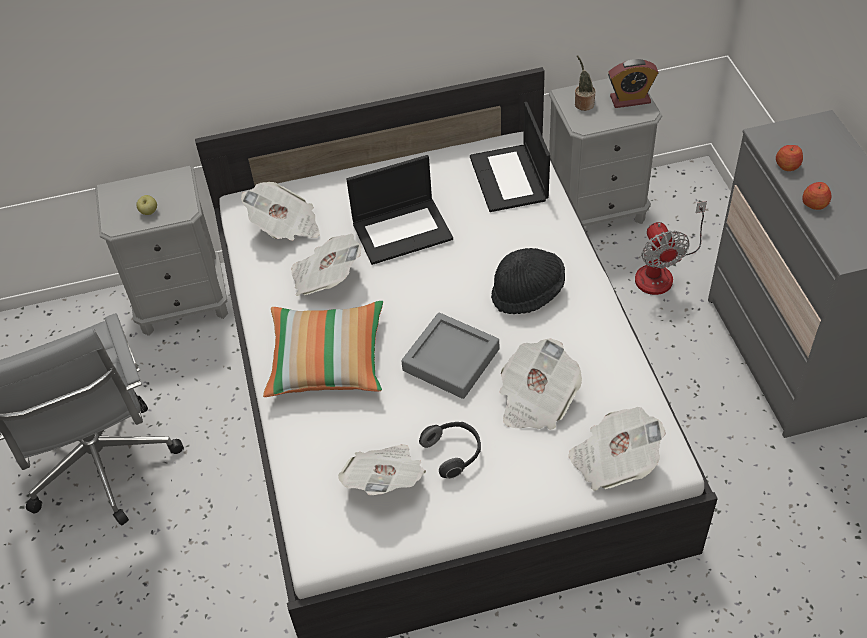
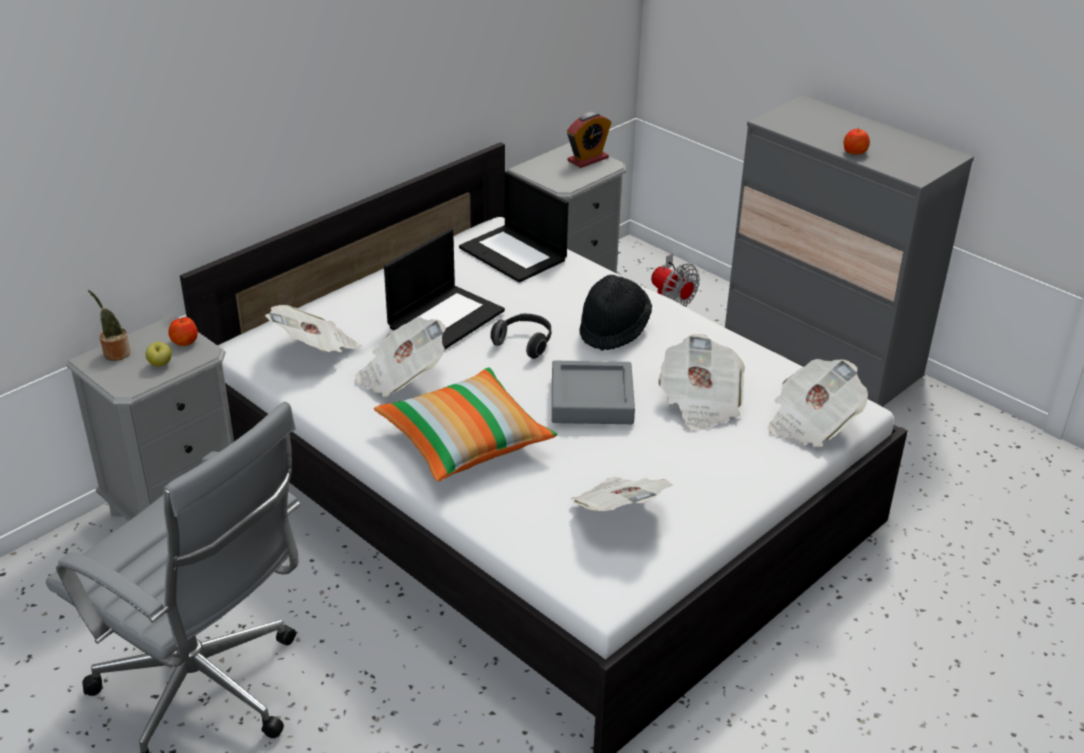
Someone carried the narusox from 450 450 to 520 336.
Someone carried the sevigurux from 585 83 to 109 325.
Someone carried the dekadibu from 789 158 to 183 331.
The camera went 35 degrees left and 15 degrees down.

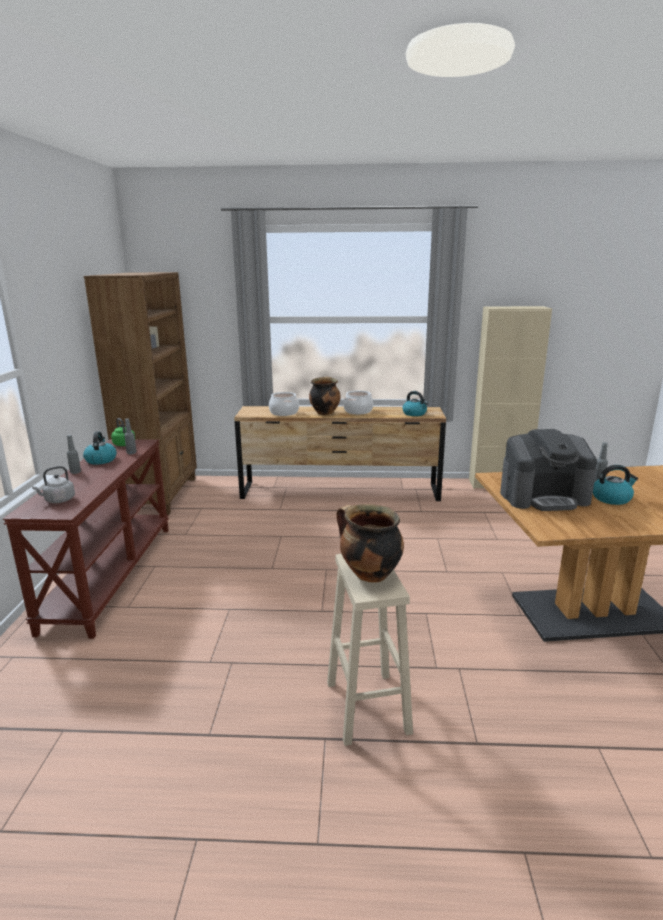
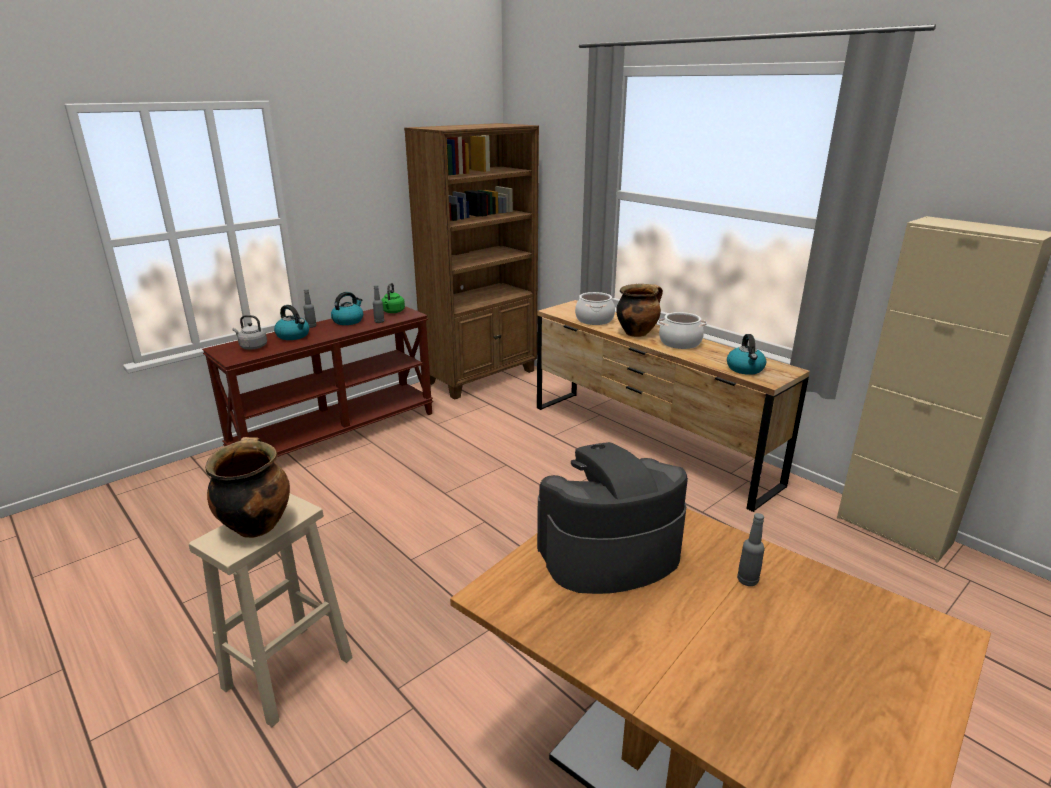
Someone rotated the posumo at 548 470 by 120 degrees clockwise.
Someone carried the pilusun from 615 485 to 291 322.
The camera went 45 degrees right and 5 degrees up.

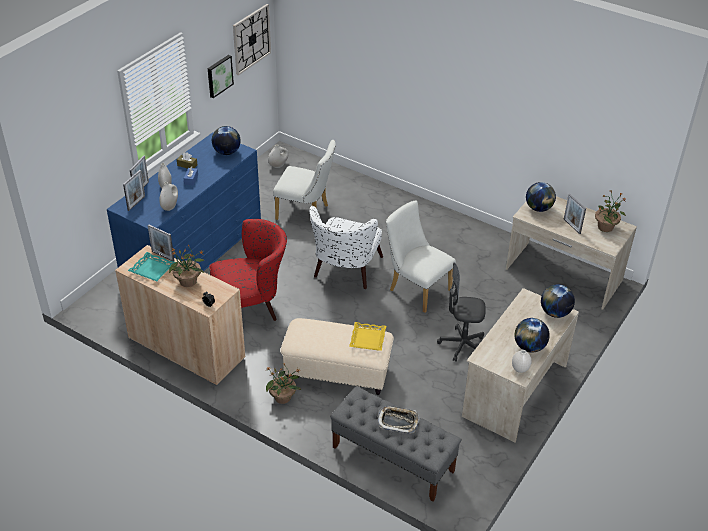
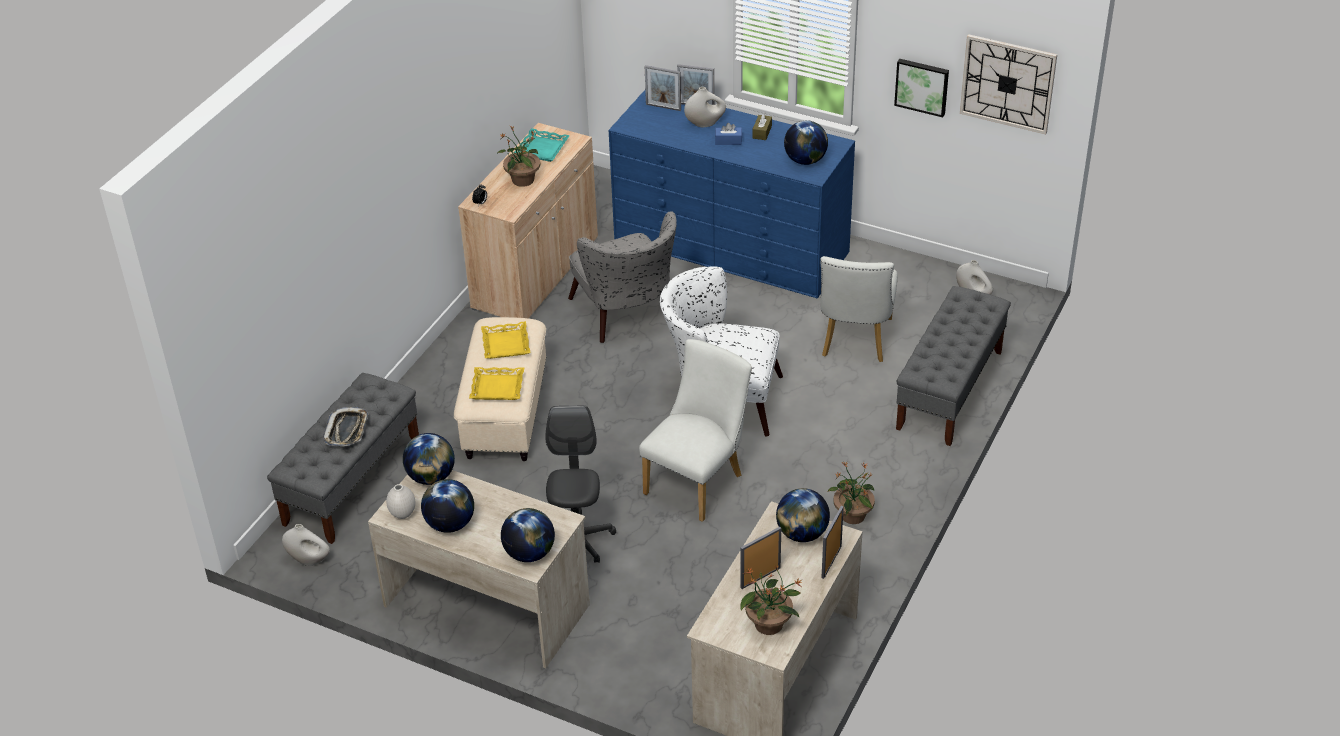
Someone carried the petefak from 161 242 to 832 542.
Someone carried the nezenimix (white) from 168 196 to 306 545.
Someone repainted the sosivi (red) at 248 270, which became the sosivi (grey) at 622 277.
Someone carried the sevigurux from 283 383 to 851 492.
Someone put down the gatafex at 429 459.
Someone put down the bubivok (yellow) at 506 340.
Someone put down the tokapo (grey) at 953 366.
The camera went 85 degrees right and 0 degrees up.

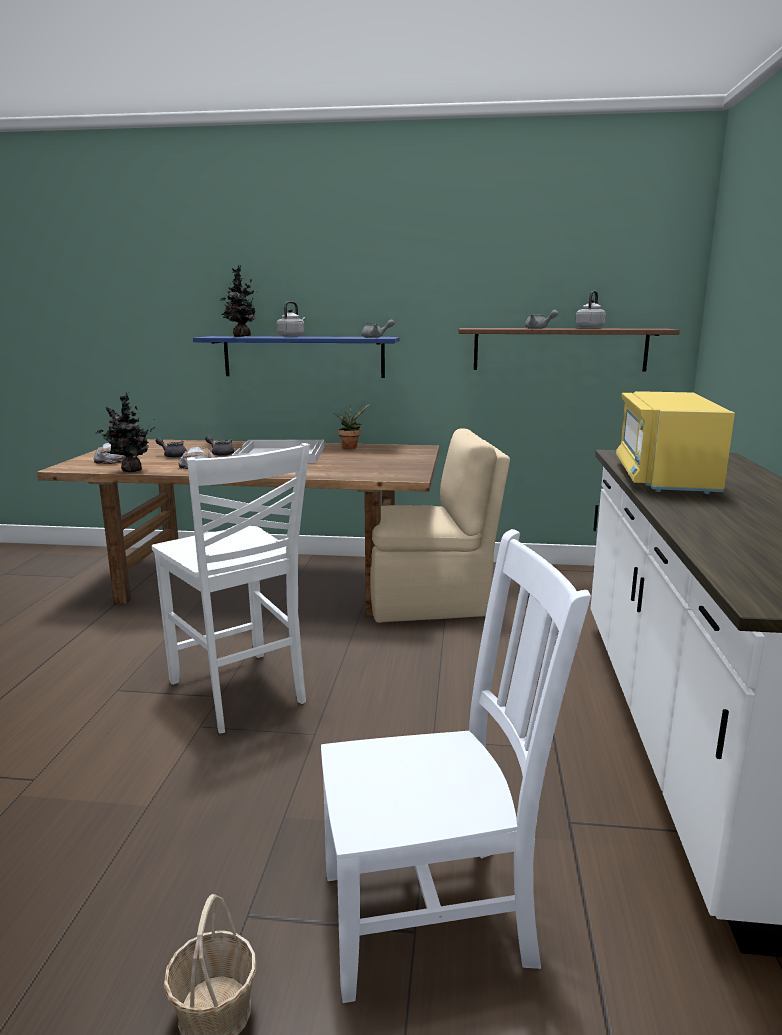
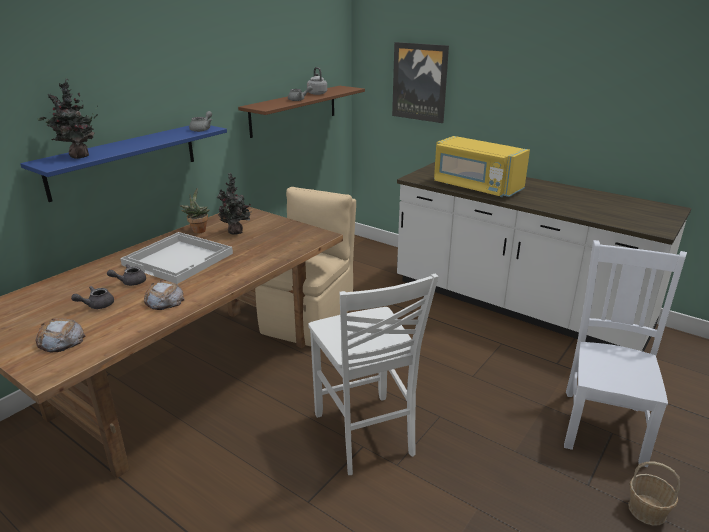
Someone carried the sevigurux from 125 431 to 234 204.
Someone rotated the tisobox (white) at 231 588 by 75 degrees clockwise.
Someone took away the pilusun (grey) at 291 319.
Someone put up the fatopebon at 420 82.
The camera went 60 degrees left and 10 degrees up.

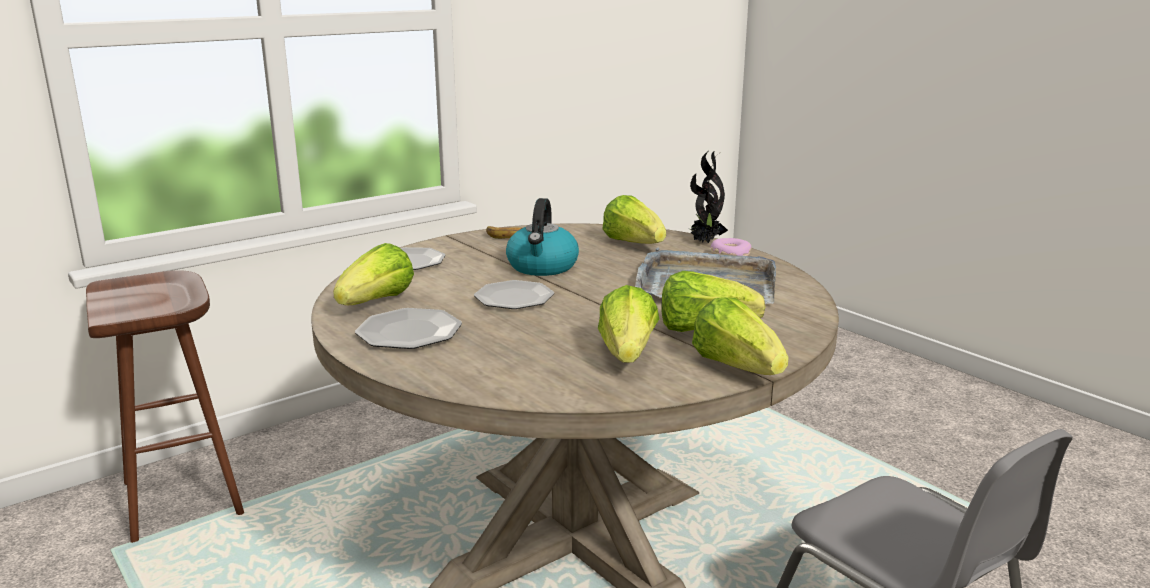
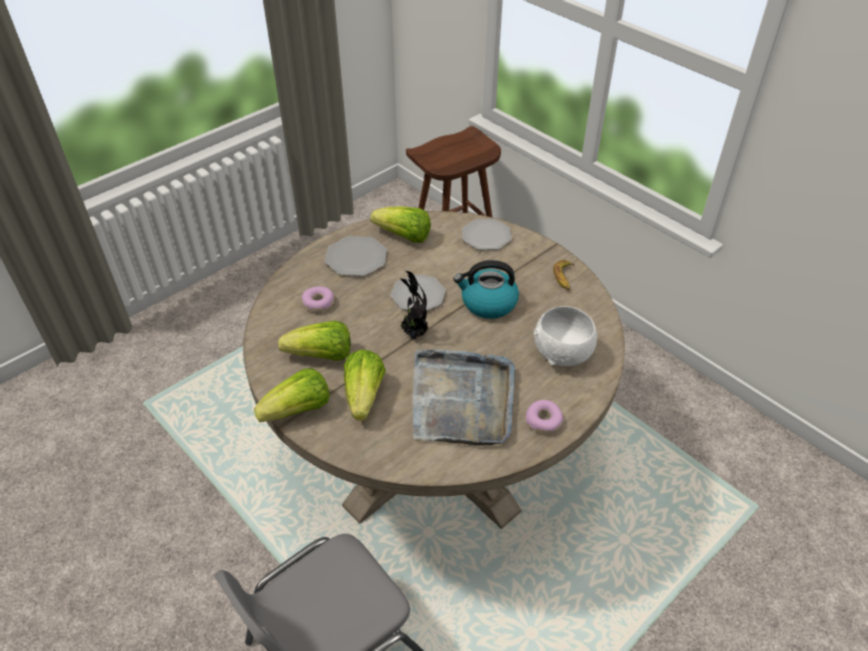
Someone swapped the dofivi at 634 219 for the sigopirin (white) at 565 336.
Someone carried the sevigurux from 709 196 to 413 305.
Someone put down the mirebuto at 318 299.
The camera went 85 degrees right and 25 degrees up.

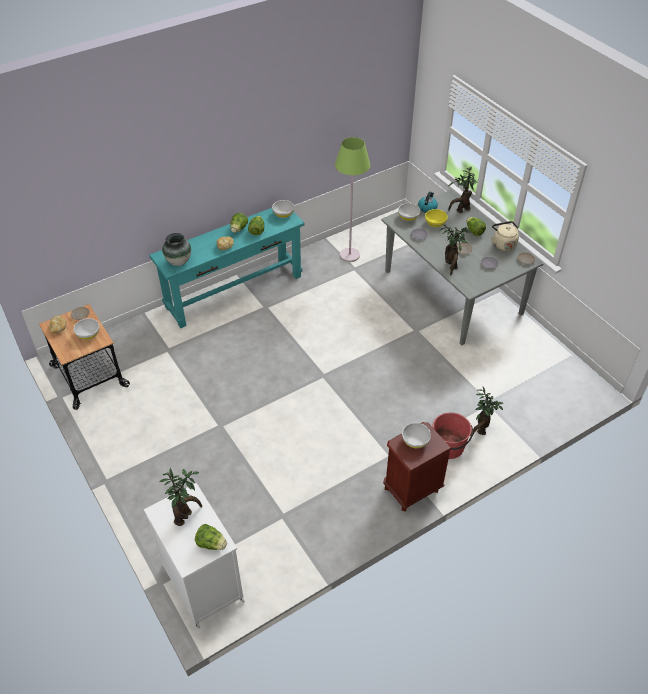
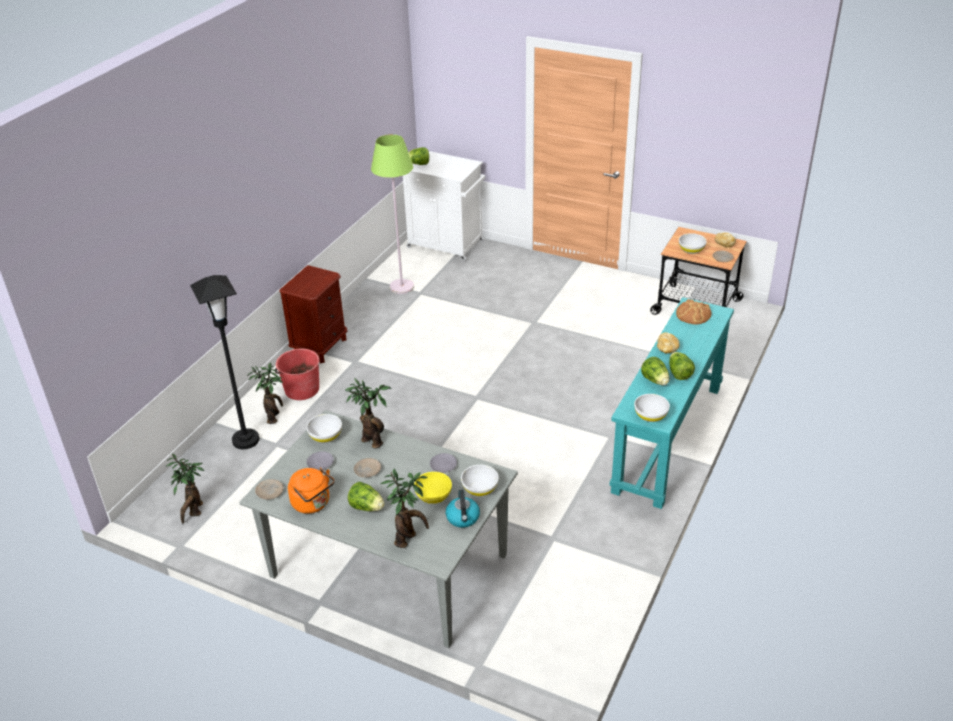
Someone carried the sevigurux from 180 497 to 185 488.
Someone swapped the nezenimix at 176 249 for the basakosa at 694 312.
Someone carried the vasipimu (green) from 352 199 to 392 214.
Someone carried the sigopirin (white) from 416 435 to 324 428.
Someone repainted the pilusun (beige) at 505 236, which became the pilusun (orange) at 311 491.
Someone put down the vasipimu (black) at 224 362.
The camera went 150 degrees right and 10 degrees down.

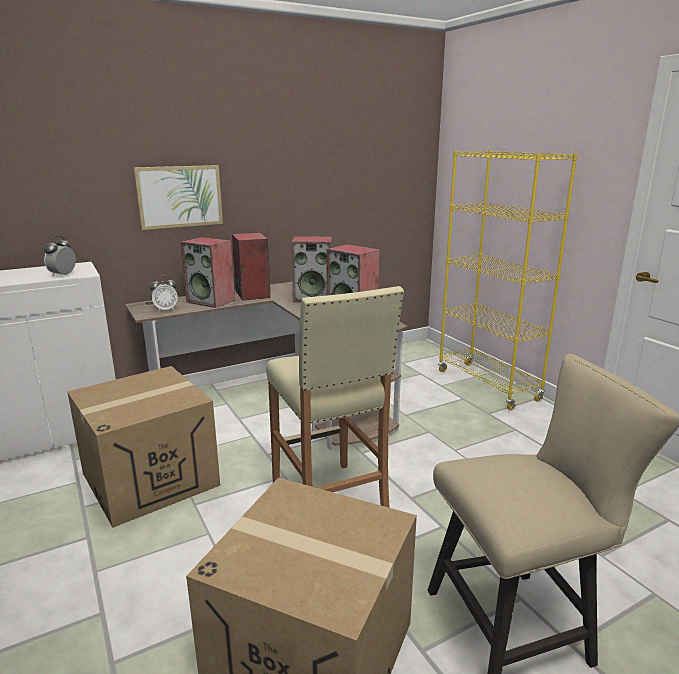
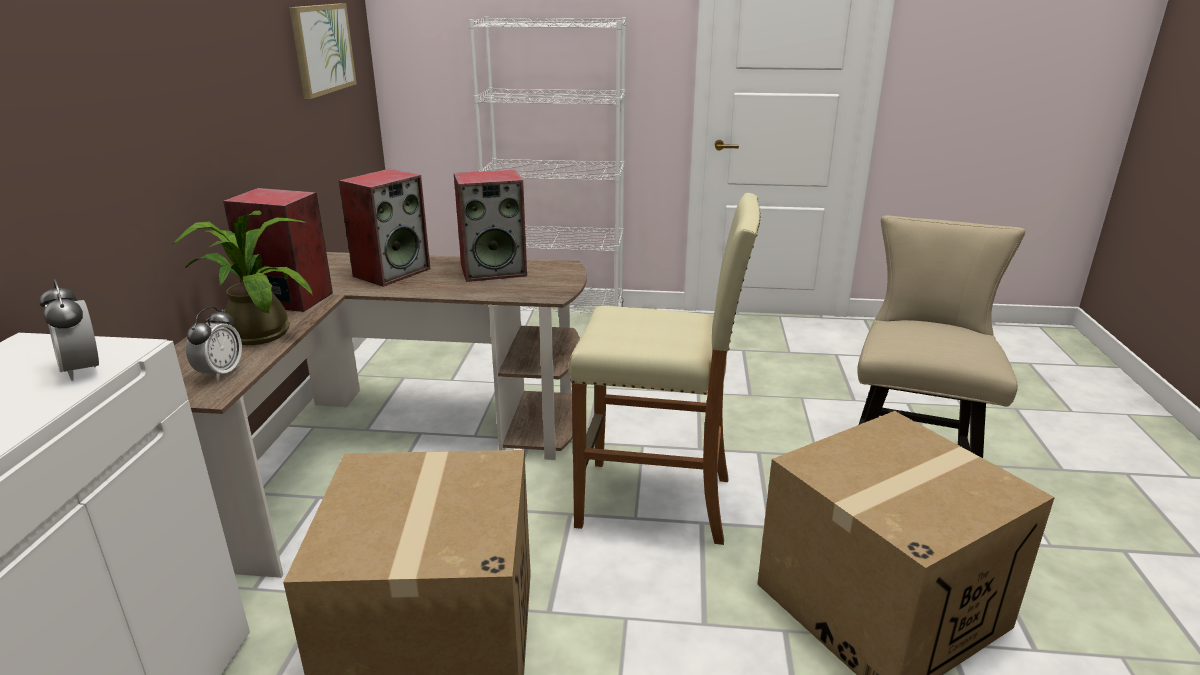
Someone carried the fatopebon from 178 197 to 323 51.
Someone swapped the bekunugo at 207 272 for the sevigurux at 242 278.
Someone repainted the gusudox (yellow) at 508 280, which became the gusudox (white) at 548 164.
The camera went 55 degrees left and 5 degrees up.

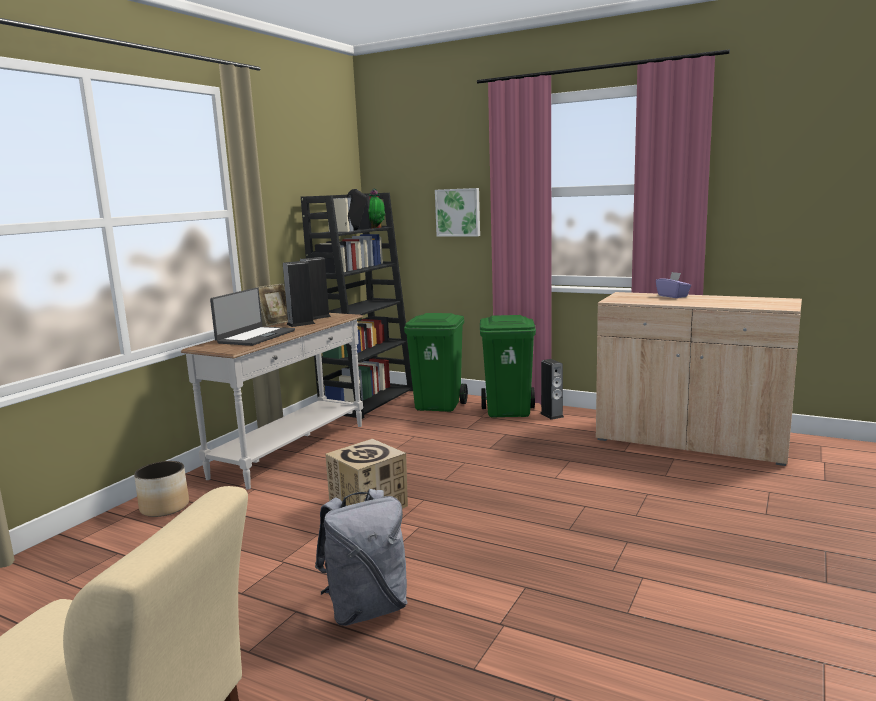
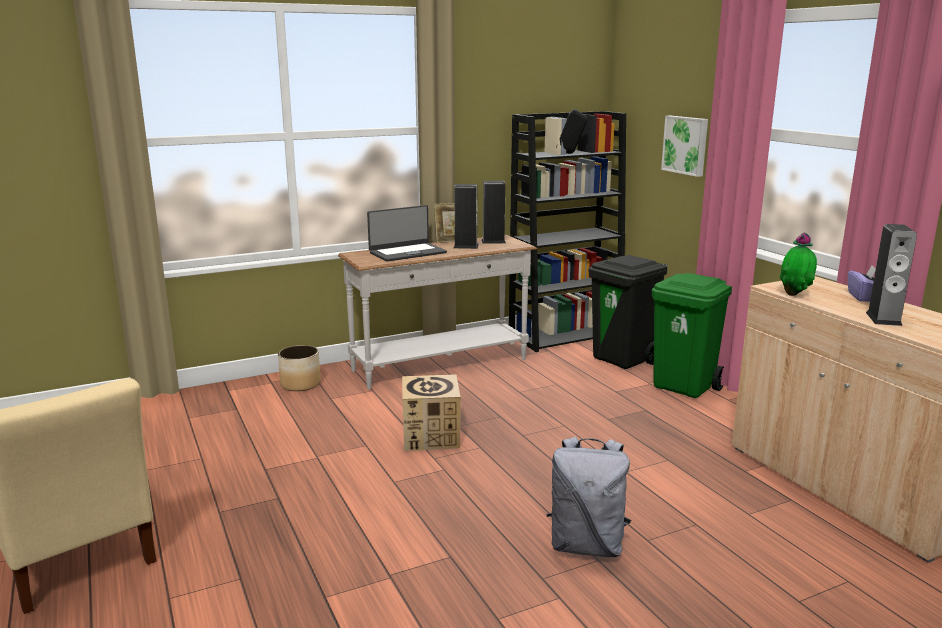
Someone carried the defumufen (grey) from 361 557 to 589 497.
Someone carried the sevigurux from 377 208 to 798 264.
Someone repainted the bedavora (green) at 436 362, which became the bedavora (black) at 628 312.
Someone carried the bekunugo from 552 389 to 891 275.
The camera went 35 degrees right and 5 degrees up.

